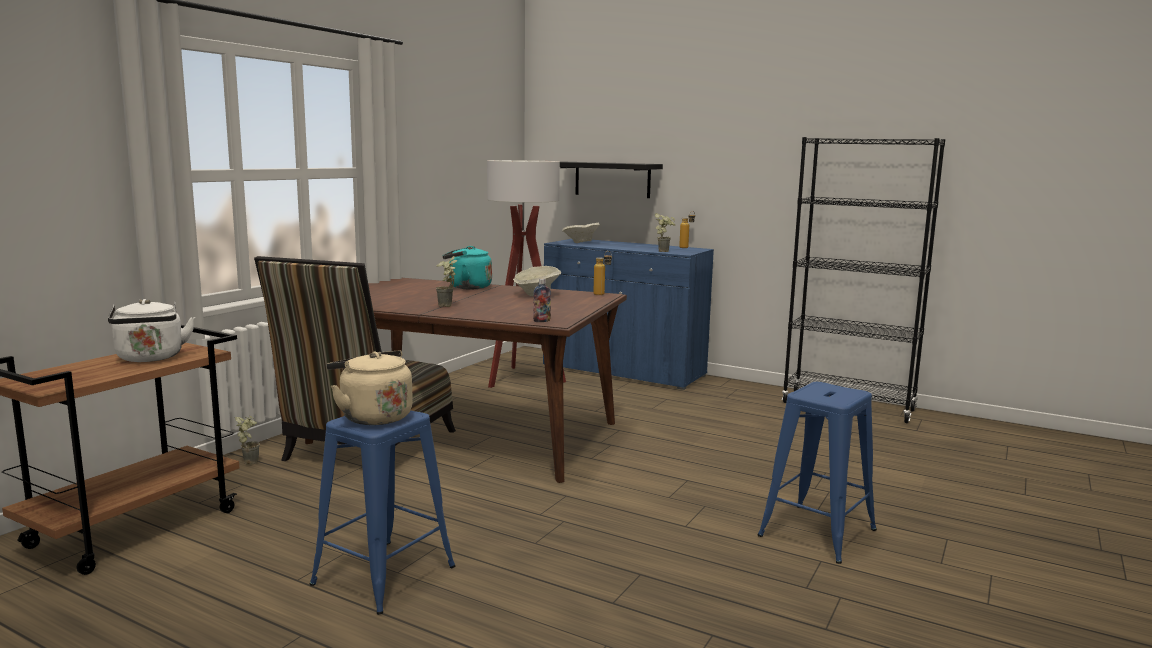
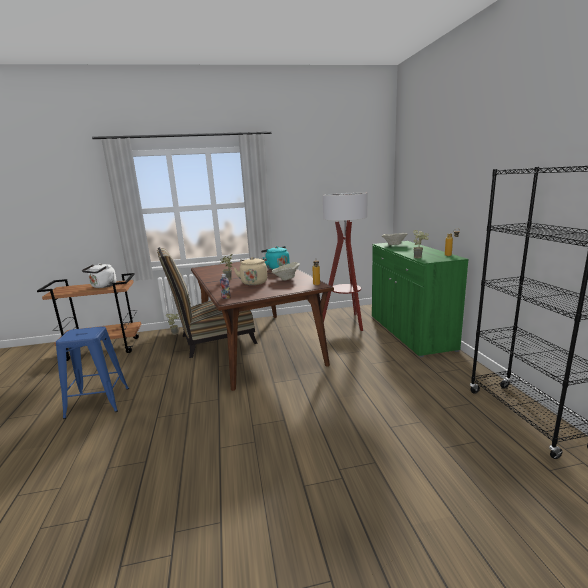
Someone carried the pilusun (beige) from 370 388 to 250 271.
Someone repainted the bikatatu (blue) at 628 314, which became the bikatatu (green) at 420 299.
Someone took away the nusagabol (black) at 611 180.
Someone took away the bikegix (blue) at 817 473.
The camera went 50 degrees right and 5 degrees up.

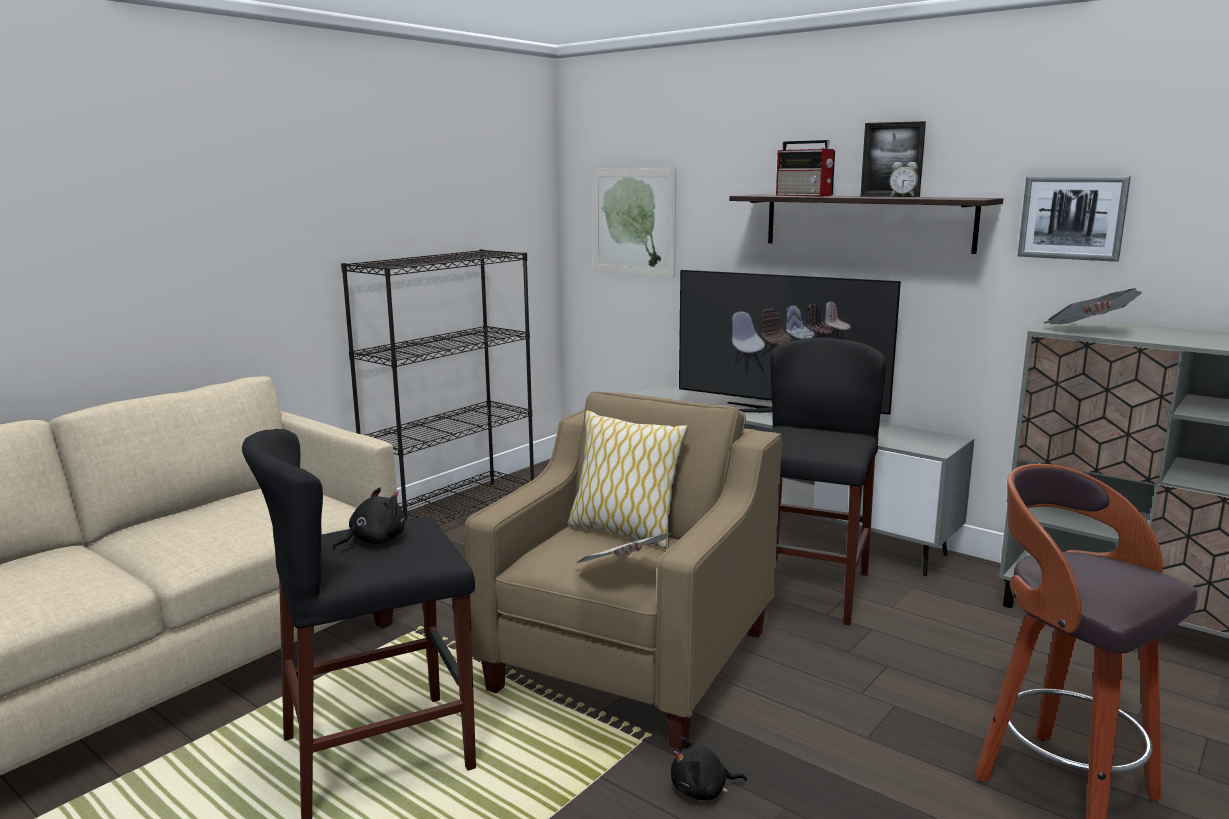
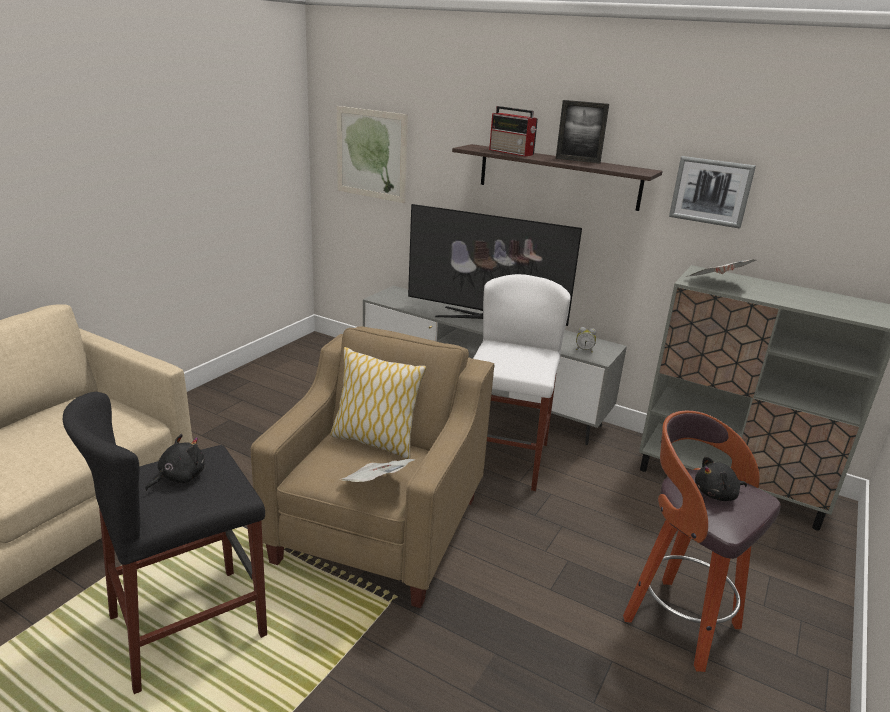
Someone took away the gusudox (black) at 437 387.
Someone carried the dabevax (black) from 709 768 to 721 478.
Someone repainted the bikegix (black) at 827 481, which became the bikegix (white) at 522 382.
Someone carried the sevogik from 903 180 to 586 339.
The camera went 10 degrees left and 10 degrees up.

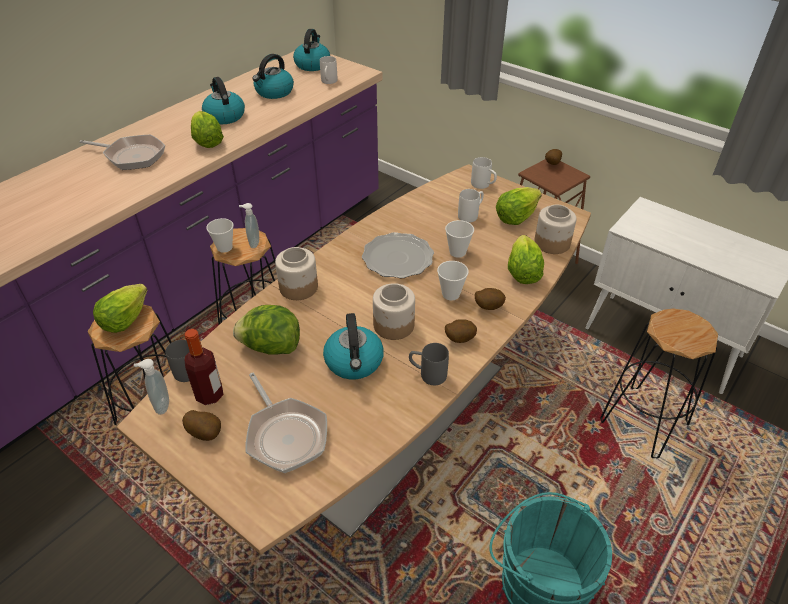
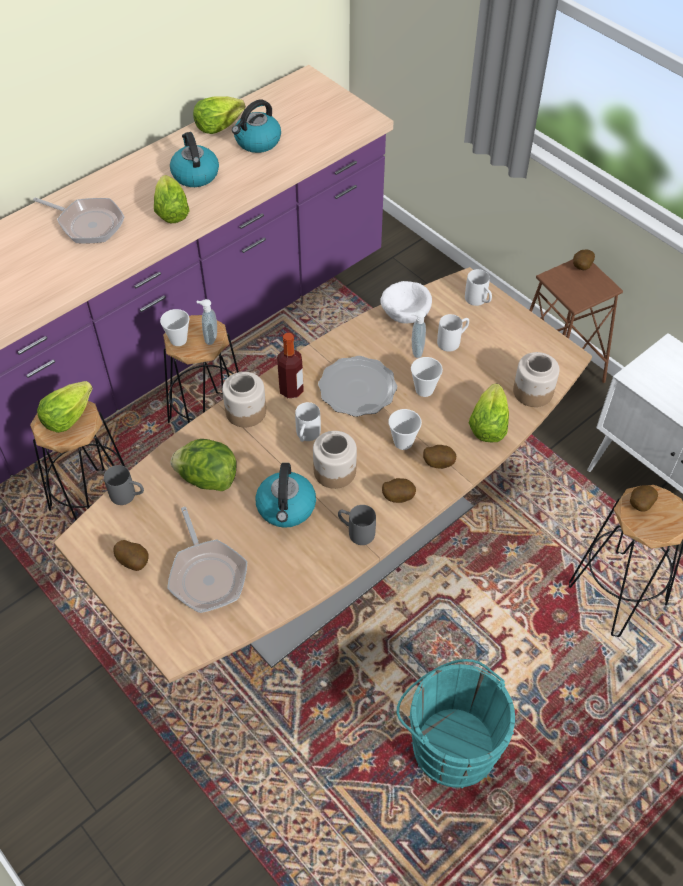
Someone carried the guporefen from 151 387 to 418 334.
Someone carried the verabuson from 204 367 to 290 365.
Someone took away the pilusun at 311 50.
Someone carried the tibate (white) from 328 70 to 308 422.
Someone carried the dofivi from 519 206 to 219 115.
Someone put down the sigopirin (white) at 406 302.
Someone put down the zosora at 644 498.
The camera went 10 degrees right and 10 degrees up.

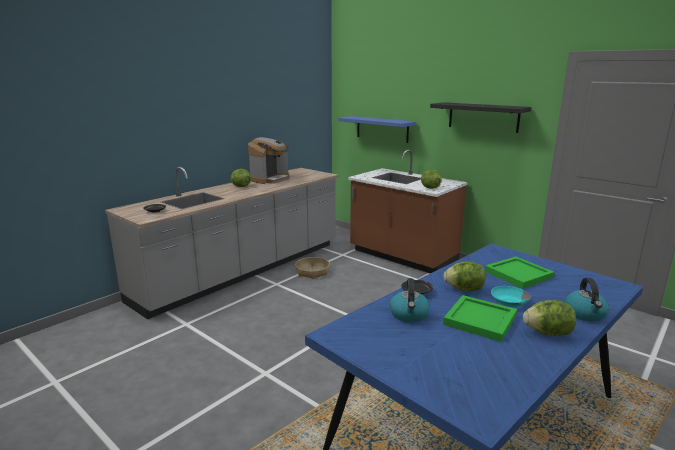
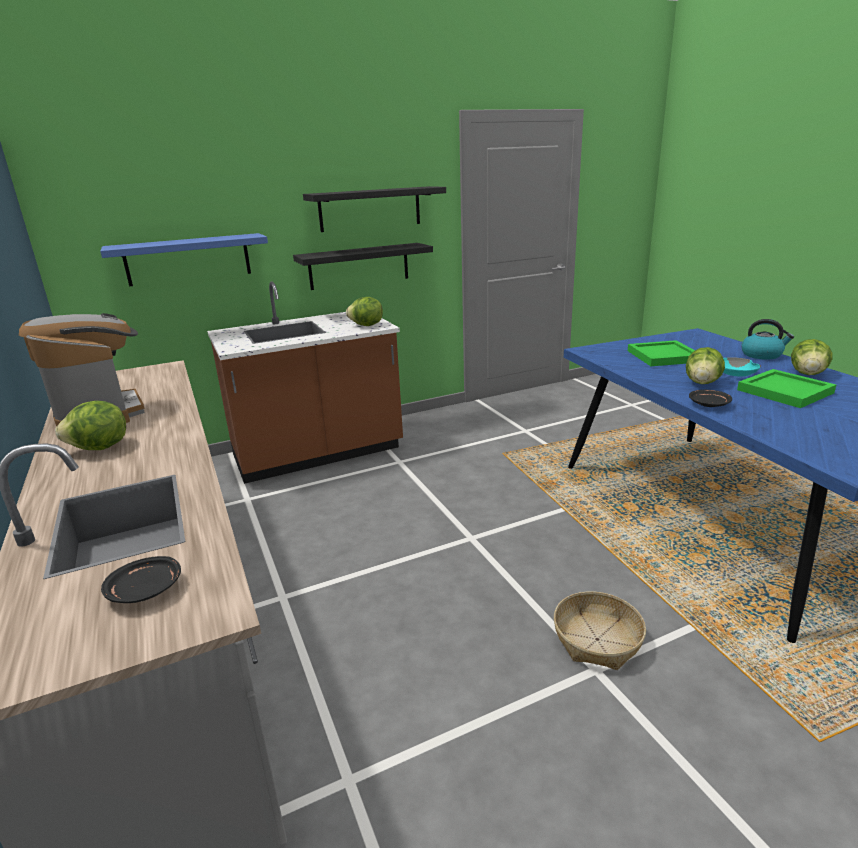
Someone carried the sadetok from 312 268 to 600 630.
Someone took away the pilusun at 409 300.
Someone put up the nusagabol (black) at 363 266.
The camera went 65 degrees left and 5 degrees up.

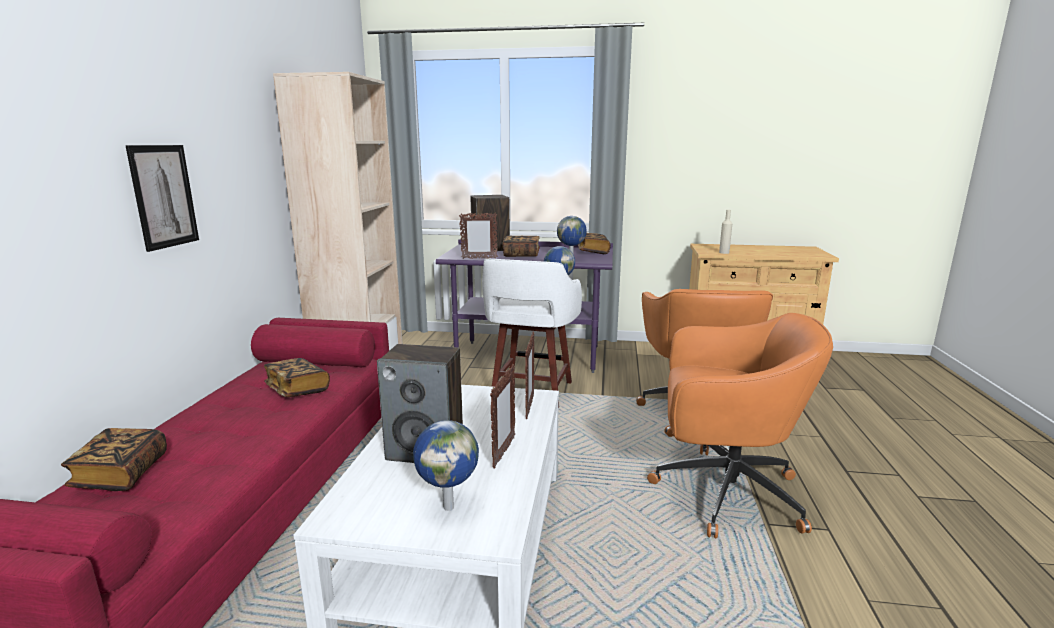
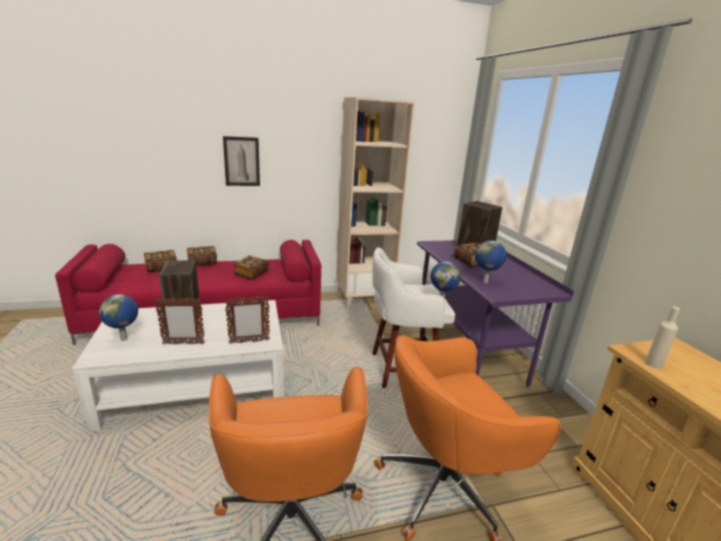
Someone took away the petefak at 478 235.
Someone carried the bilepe from 594 243 to 202 256.
The camera went 65 degrees right and 5 degrees up.

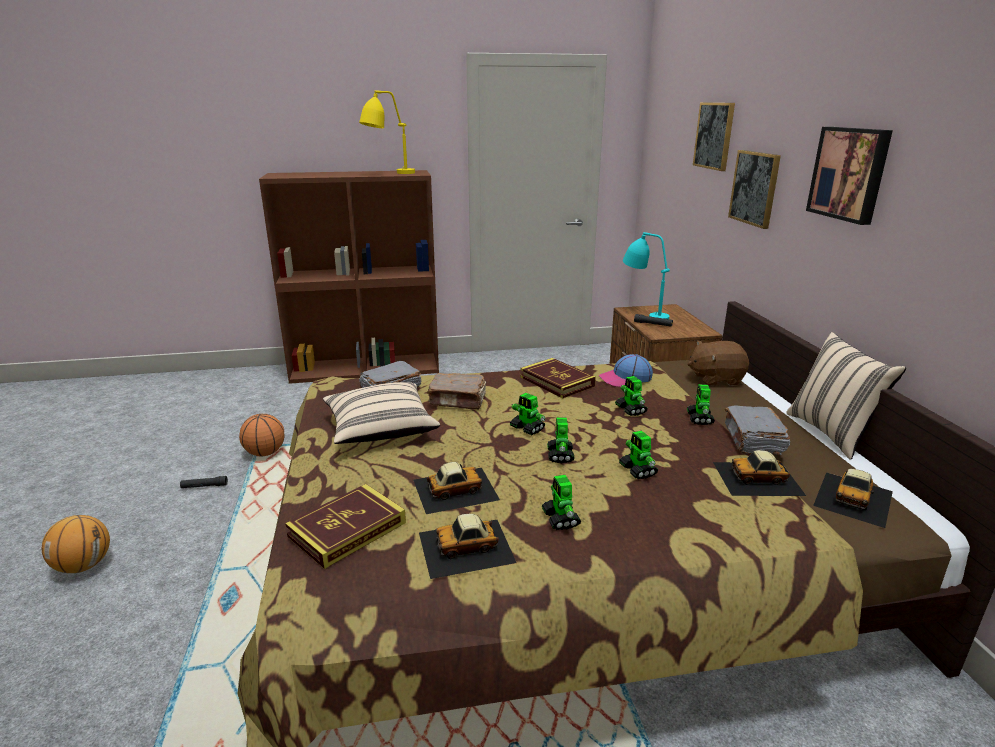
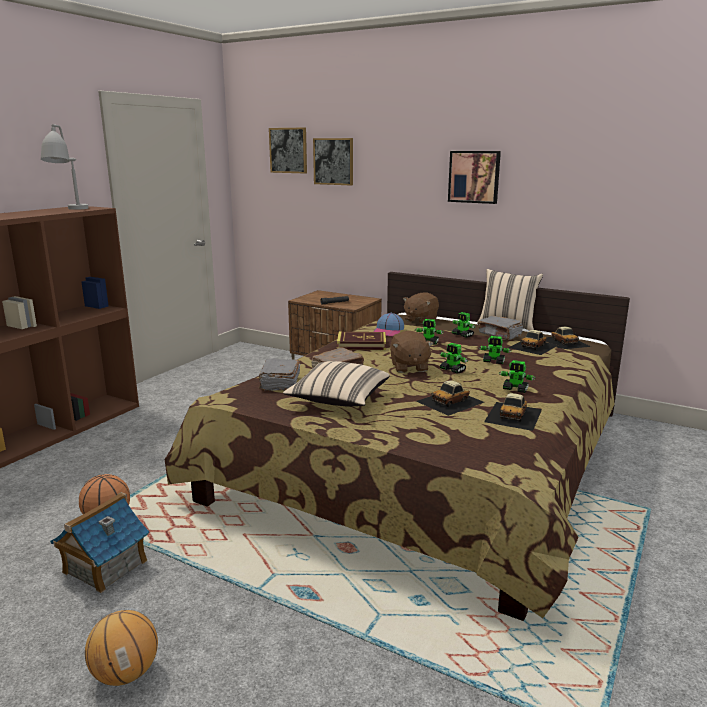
Someone swapped the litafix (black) at 204 482 for the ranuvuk at 99 542.
Someone took away the bilepe at 345 526.
Someone repainted the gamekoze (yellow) at 387 132, which became the gamekoze (grey) at 65 167.
Someone rotated the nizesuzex at 456 488 by 150 degrees counterclockwise.
Someone swapped the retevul at 527 414 for the dabevax (brown) at 412 352.
Someone took away the gamekoze (turquoise) at 646 275.
Someone carried the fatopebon from 754 189 to 288 150.
The camera went 50 degrees left and 5 degrees down.

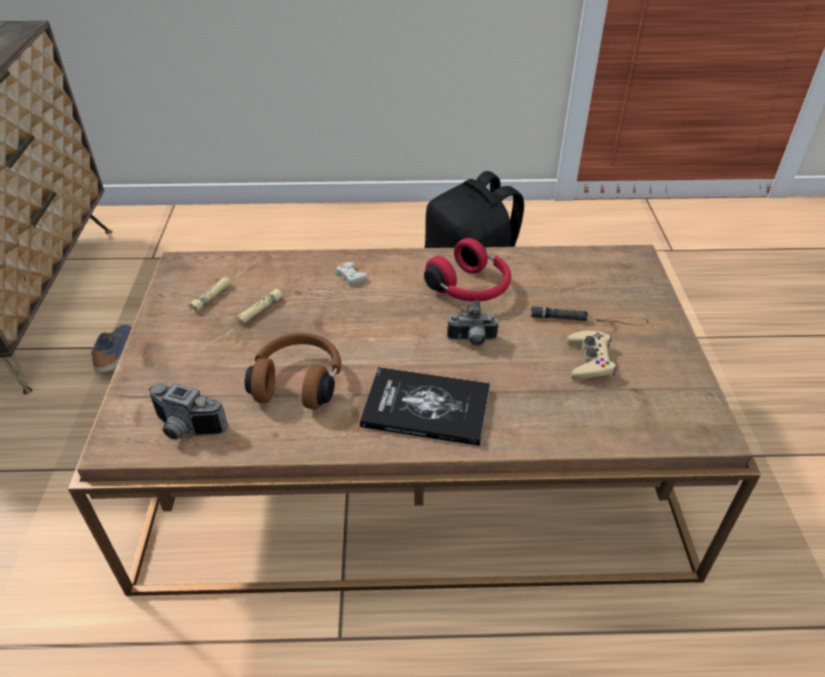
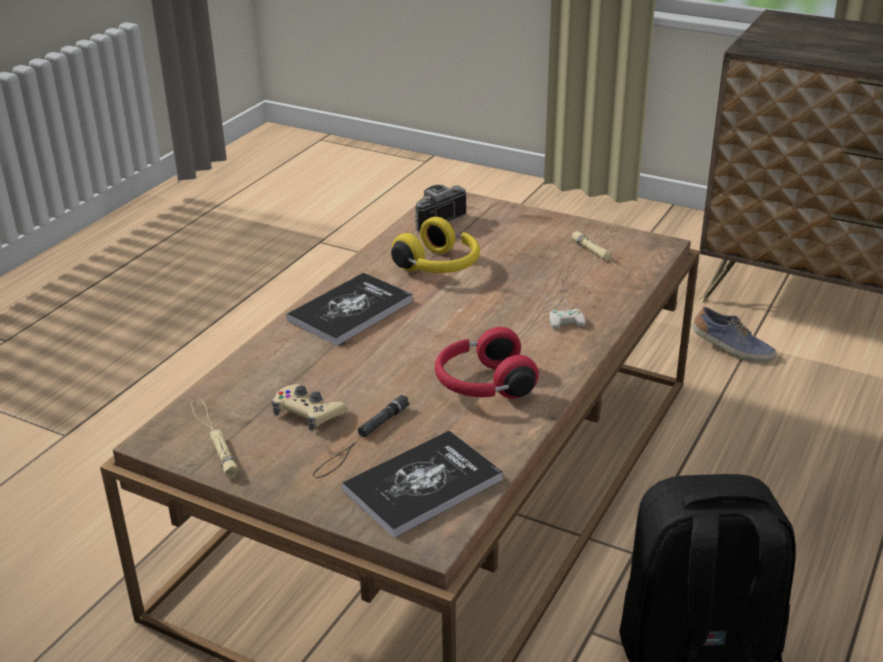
Someone carried the litafix (beige) from 238 324 to 215 438.
Someone repainted the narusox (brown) at 293 371, which became the narusox (yellow) at 435 245.
Someone took away the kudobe at 473 323.
Someone put down the bilepe at 422 484.
The camera went 120 degrees right and 10 degrees down.

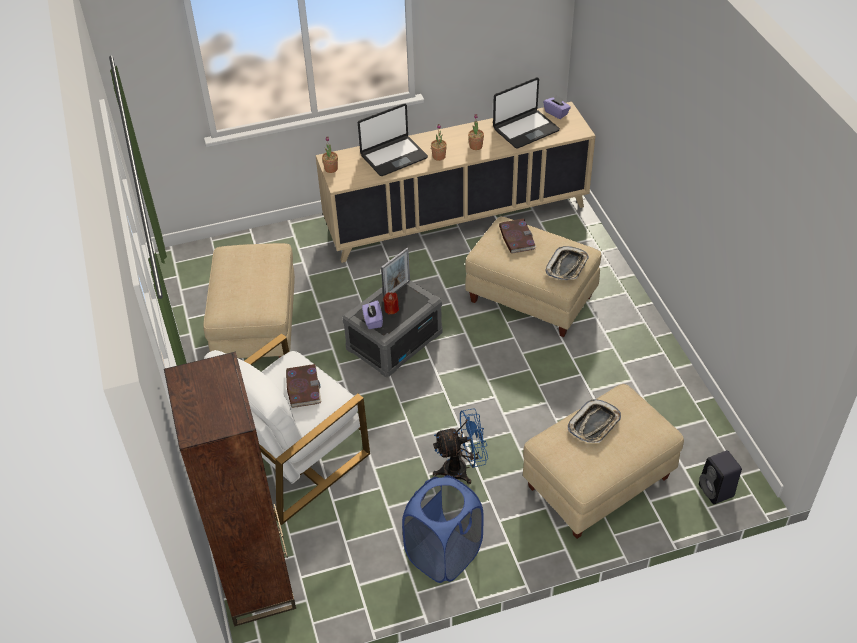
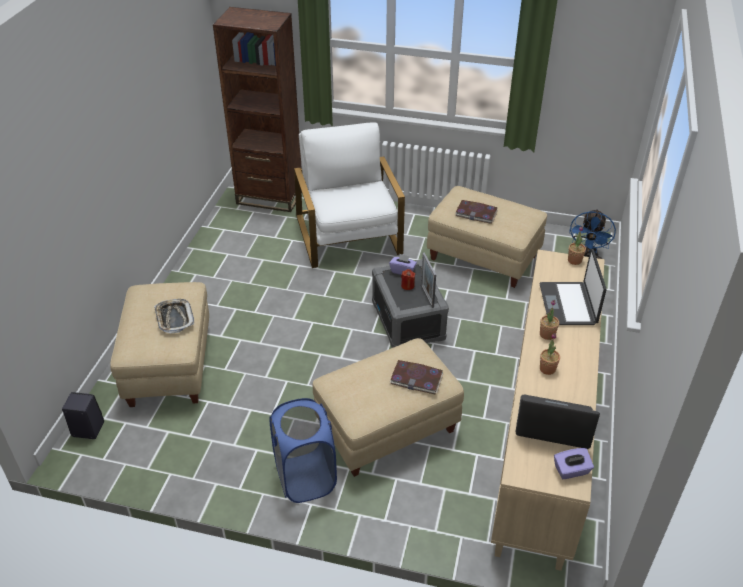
Someone carried the bilepe from 303 386 to 476 212.
Someone carried the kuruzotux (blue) from 443 529 to 303 450.
Someone carried the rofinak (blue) from 460 446 to 592 234.
Someone rotated the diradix at 526 113 by 105 degrees clockwise.
Someone took away the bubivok at 567 263.
The camera went 120 degrees right and 5 degrees down.

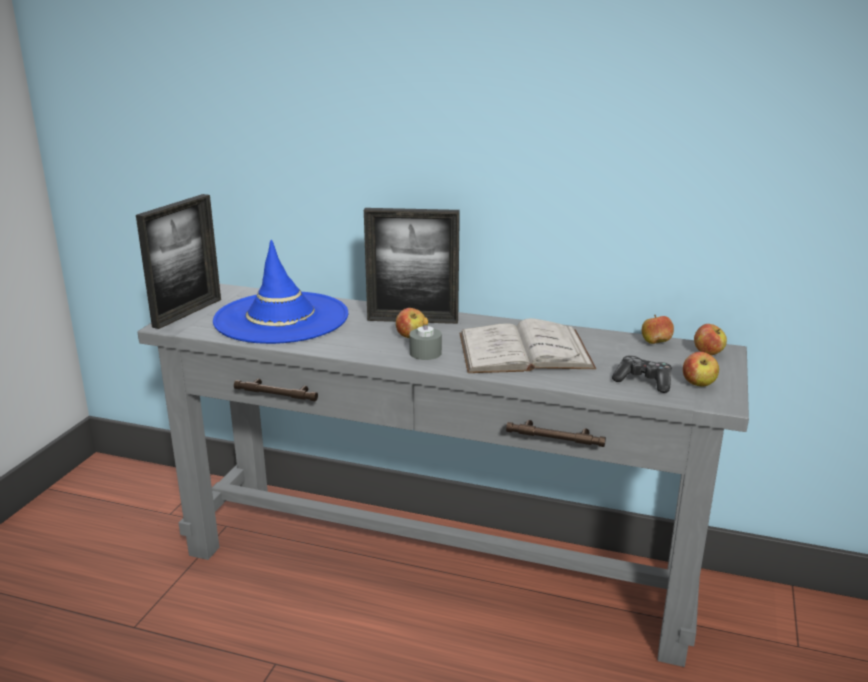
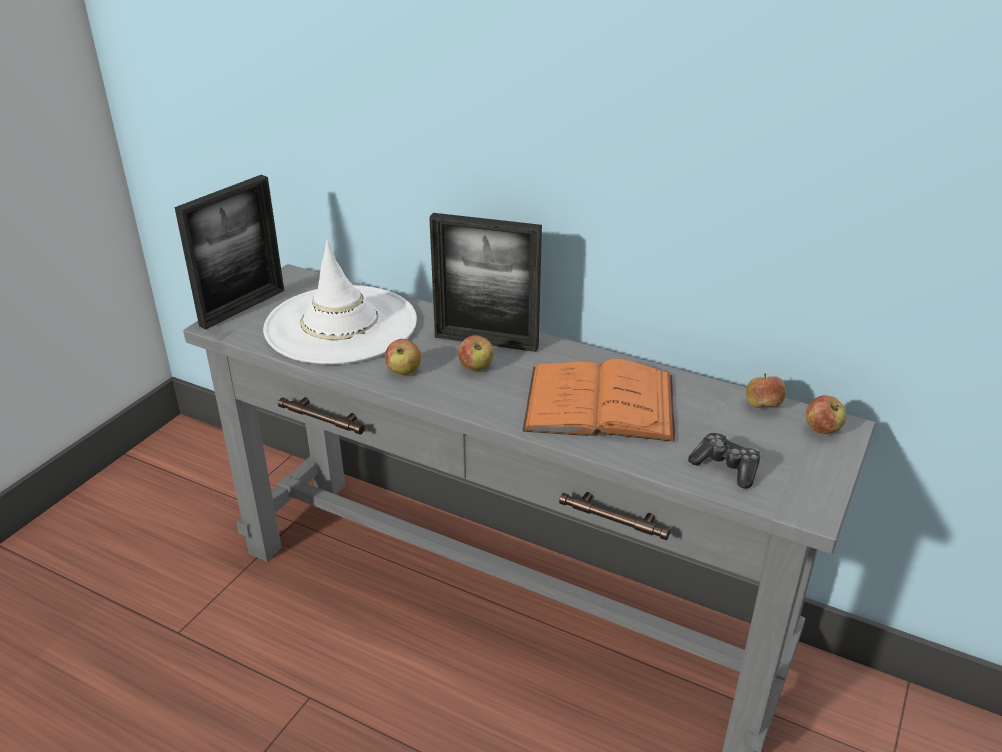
Someone repainted the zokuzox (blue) at 280 292, which became the zokuzox (white) at 340 302.
Someone took away the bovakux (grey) at 425 338.
Someone repainted the bilepe (white) at 527 345, which became the bilepe (orange) at 598 400.
Someone carried the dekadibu from 701 369 to 403 357.
The camera went 10 degrees right and 10 degrees up.

